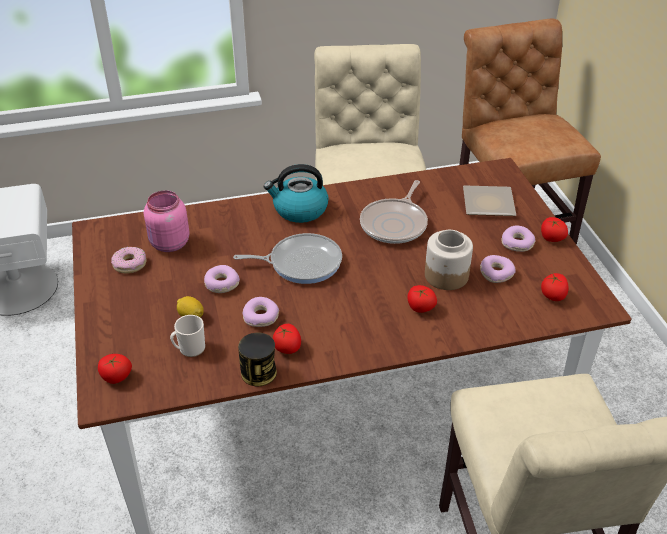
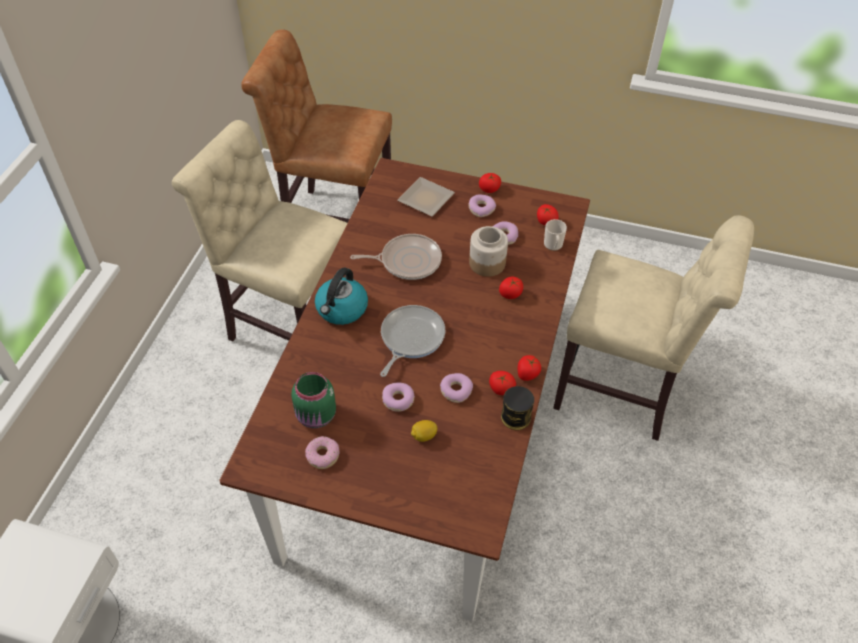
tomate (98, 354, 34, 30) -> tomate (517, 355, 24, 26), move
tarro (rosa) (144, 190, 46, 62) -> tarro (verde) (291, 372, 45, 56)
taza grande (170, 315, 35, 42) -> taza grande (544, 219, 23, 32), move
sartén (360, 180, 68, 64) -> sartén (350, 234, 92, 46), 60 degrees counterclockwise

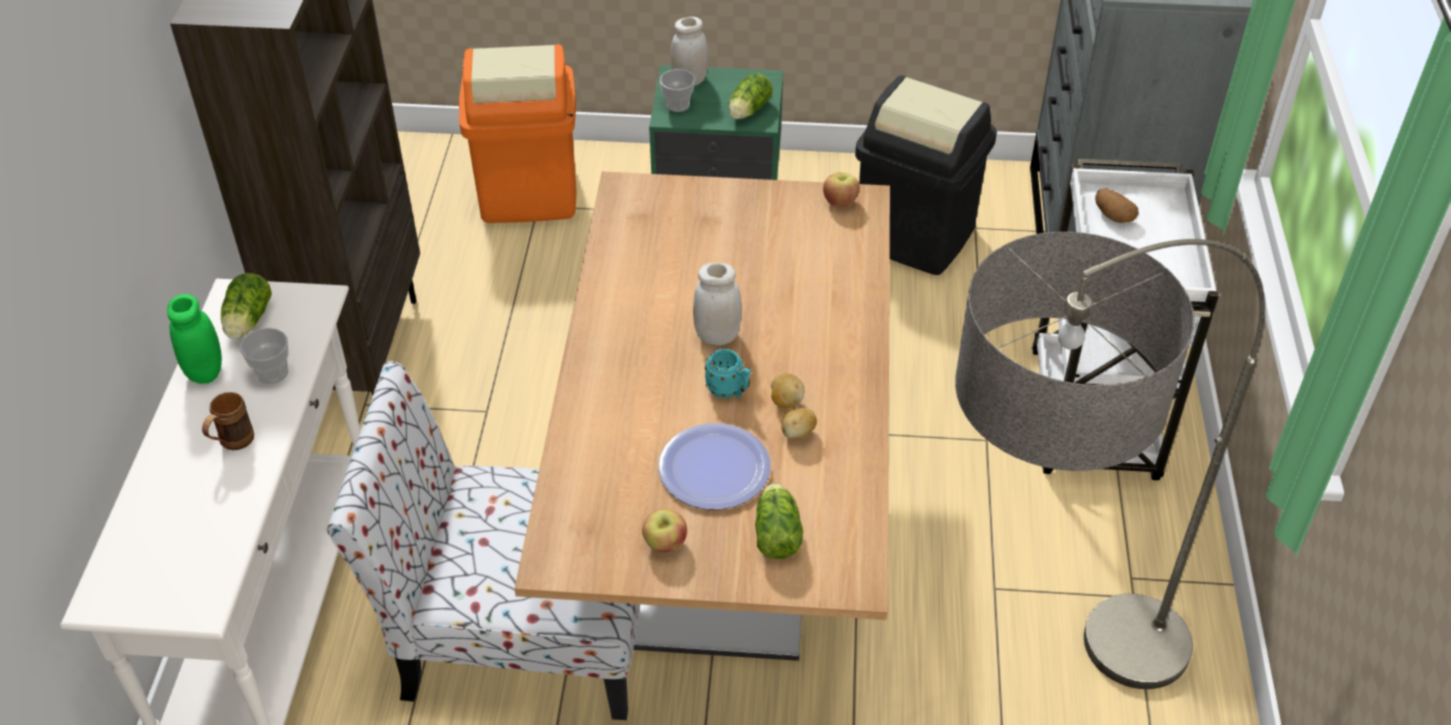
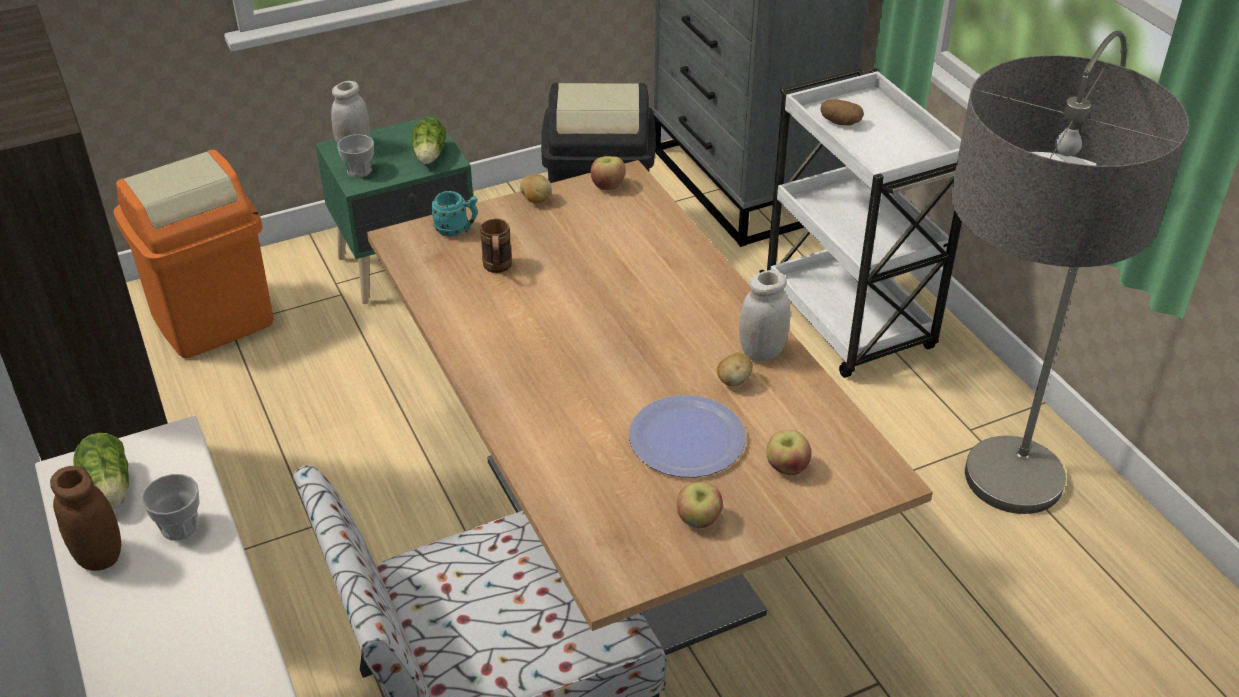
tarro (verde) (167, 294, 55, 90) -> tarro (marrón) (50, 466, 71, 105)
taza grande (marrón) (202, 392, 52, 58) -> taza grande (marrón) (480, 219, 32, 54), move
tarro (blanco) (693, 263, 48, 82) -> tarro (blanco) (739, 270, 51, 91), move
taza grande (turquesa) (705, 349, 46, 49) -> taza grande (turquesa) (431, 191, 47, 46), move
lechuga (755, 483, 48, 77) -> manzana (767, 430, 44, 45)
patata (771, 373, 33, 35) -> patata (520, 174, 32, 30), move

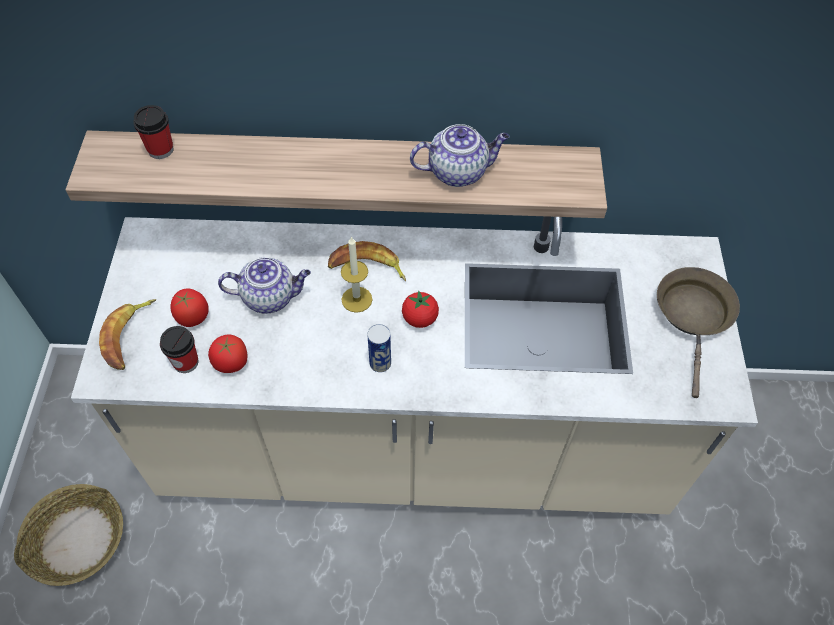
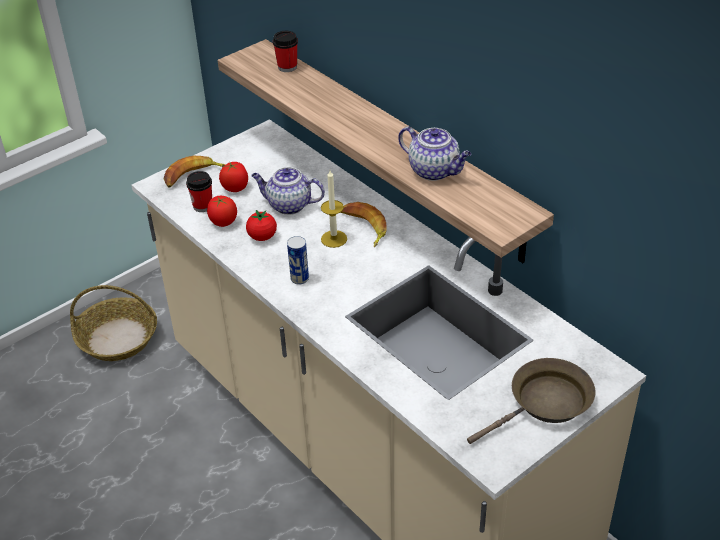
tetera (218, 257, 93, 57) -> tetera (251, 167, 74, 48), 150 degrees clockwise
tomate (402, 290, 37, 38) -> tomate (246, 210, 31, 31), move

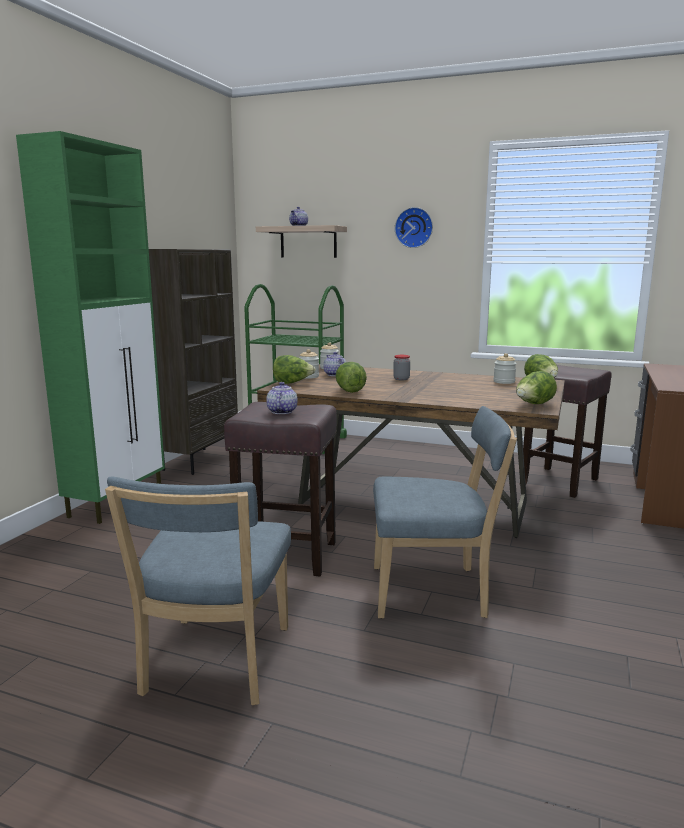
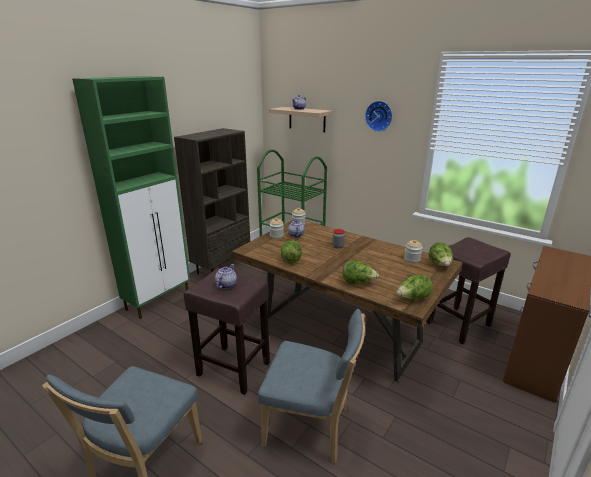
lechuga (273, 355, 43, 29) -> lechuga (343, 261, 36, 24), move

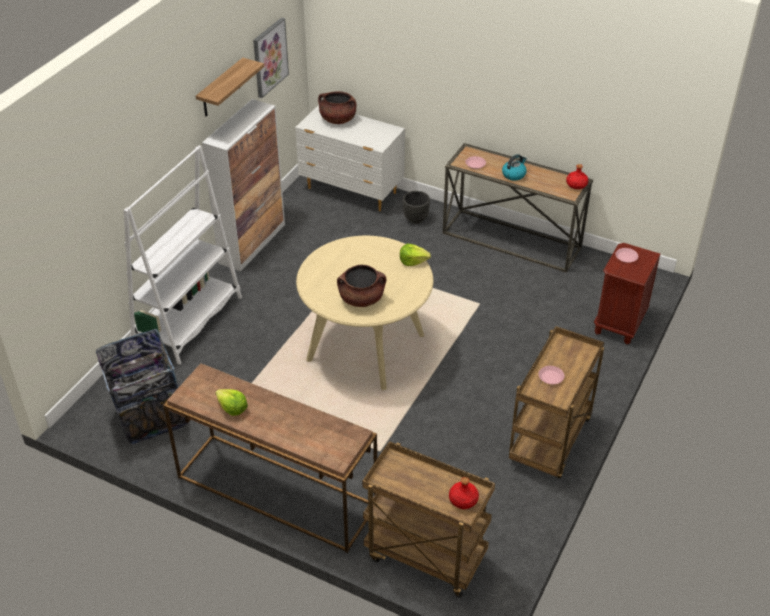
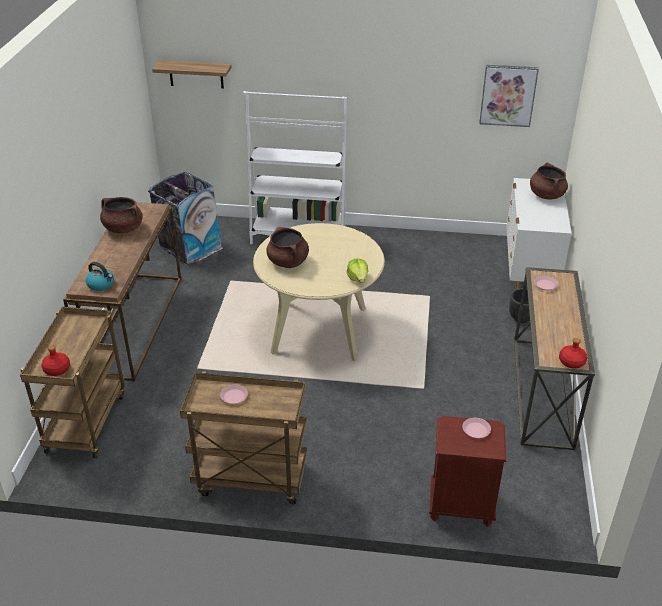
estante (196, 58, 68, 58) -> estante (152, 60, 80, 29), move
armario (202, 99, 83, 173) -> none
lechuga (215, 389, 33, 27) -> olla (marrón) (100, 197, 43, 36)
hervidor (502, 154, 25, 26) -> hervidor (85, 262, 29, 29), move

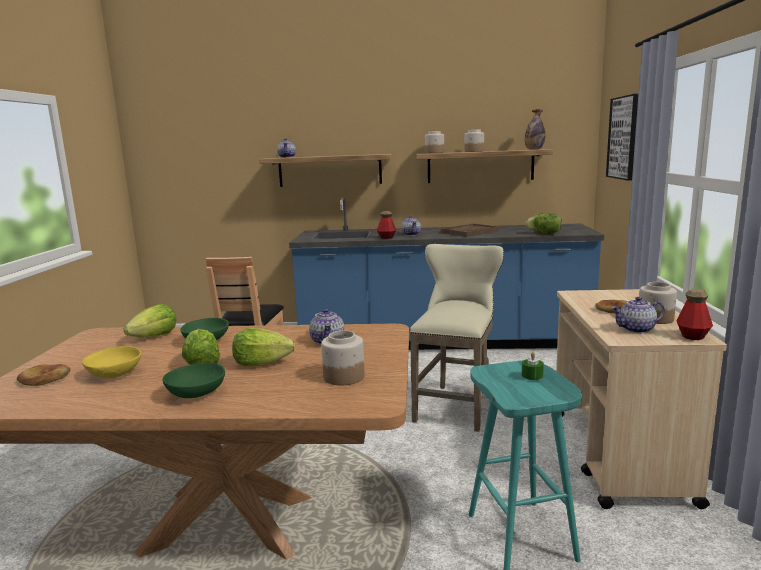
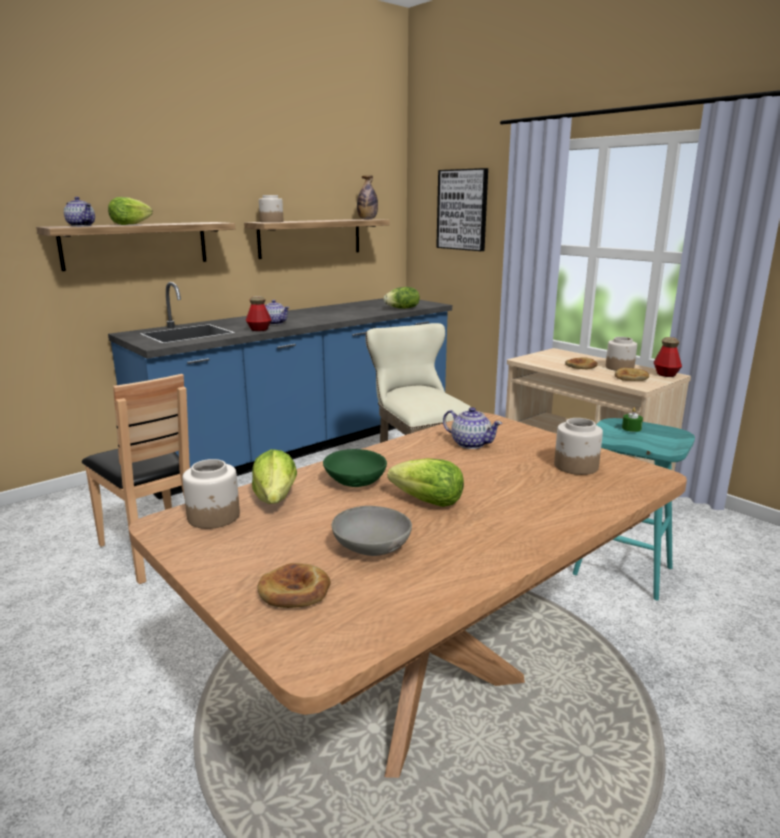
cuenco (amarillo) (82, 346, 60, 32) -> cuenco (gris) (332, 506, 80, 50)
cuenco (verde) (162, 363, 63, 35) -> none
lechuga (232, 328, 63, 38) -> lechuga (108, 197, 45, 28), move
bandeja (marrón) (441, 224, 59, 13) -> none
tarro (465, 130, 19, 22) -> tarro (182, 459, 58, 70), move
tetera (611, 297, 54, 36) -> pan (615, 367, 34, 14)

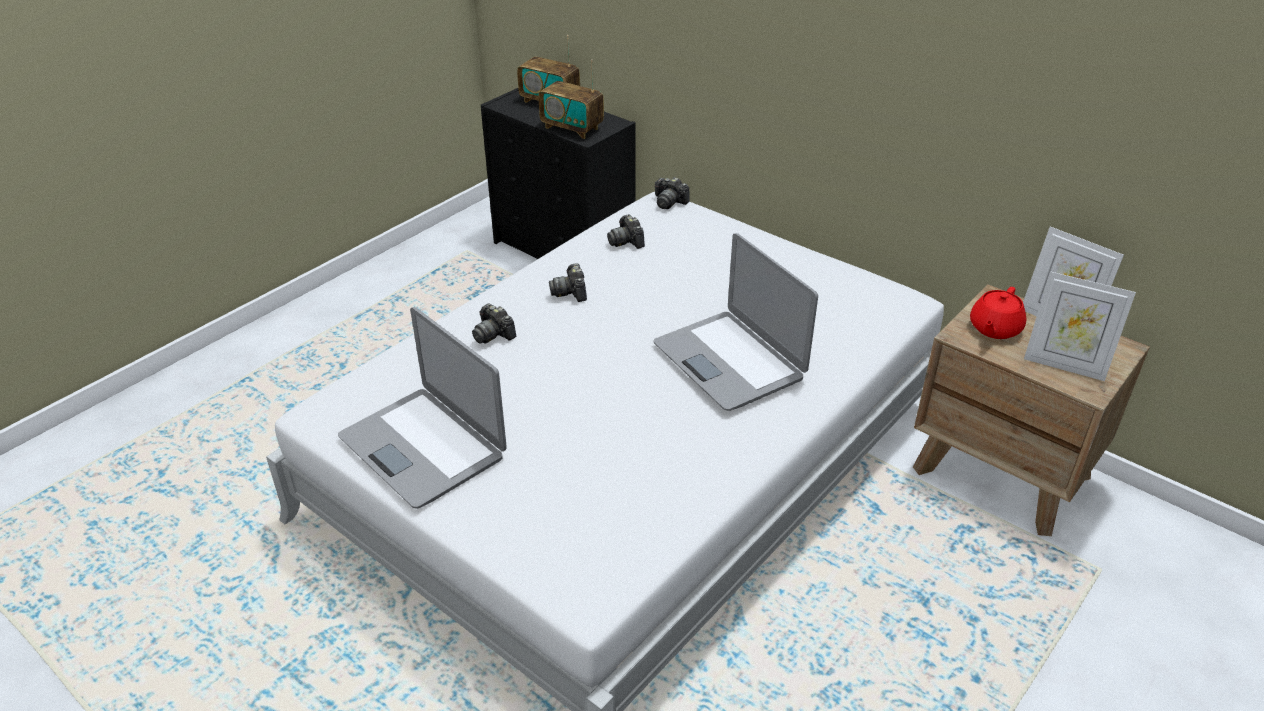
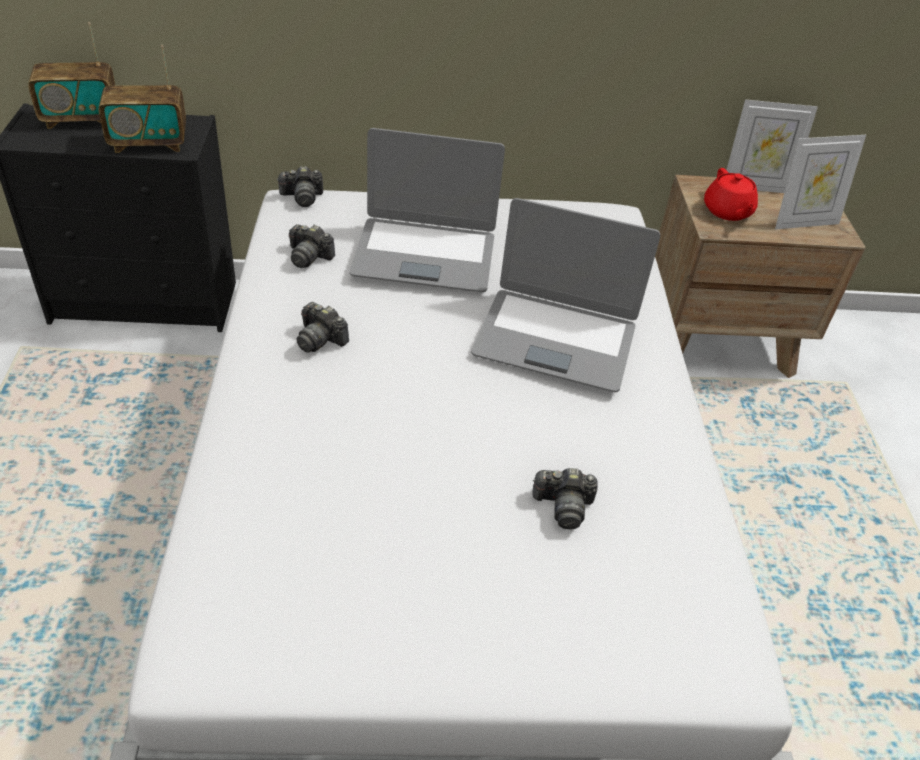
portátil (338, 307, 169, 201) -> portátil (349, 128, 156, 164), move
cámara (472, 303, 44, 41) -> cámara (532, 468, 66, 61), move

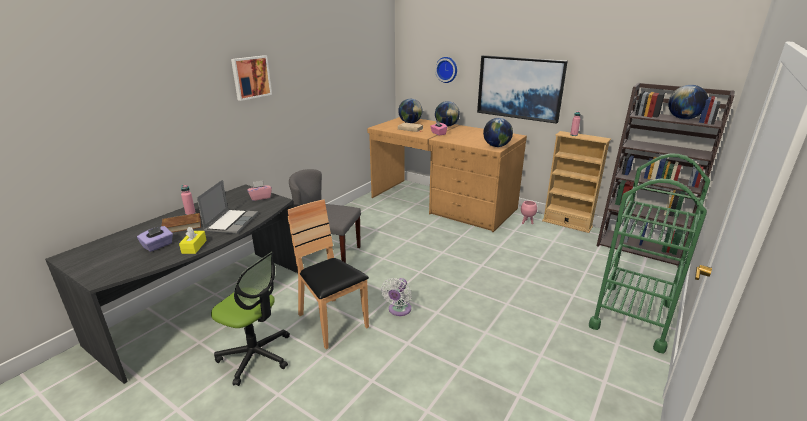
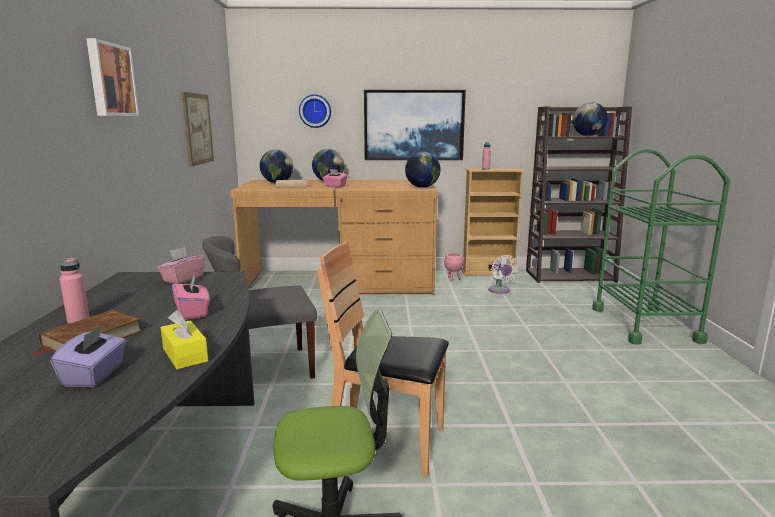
portátil (197, 180, 61, 54) -> caja de pañuelos (rosa) (172, 275, 38, 45)
ventilador (blanco) (381, 278, 31, 38) -> ventilador (blanco) (488, 255, 31, 39), move
none -> cuadro (182, 92, 32, 75)

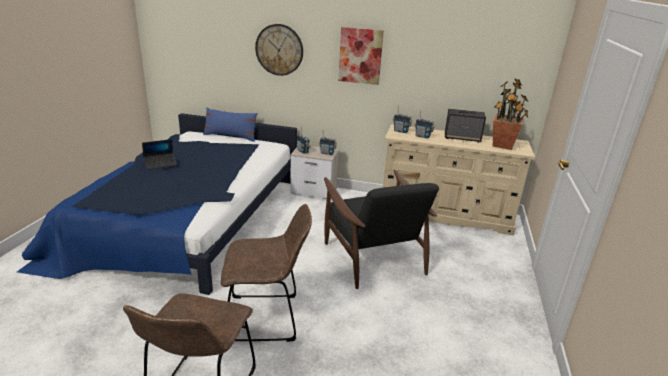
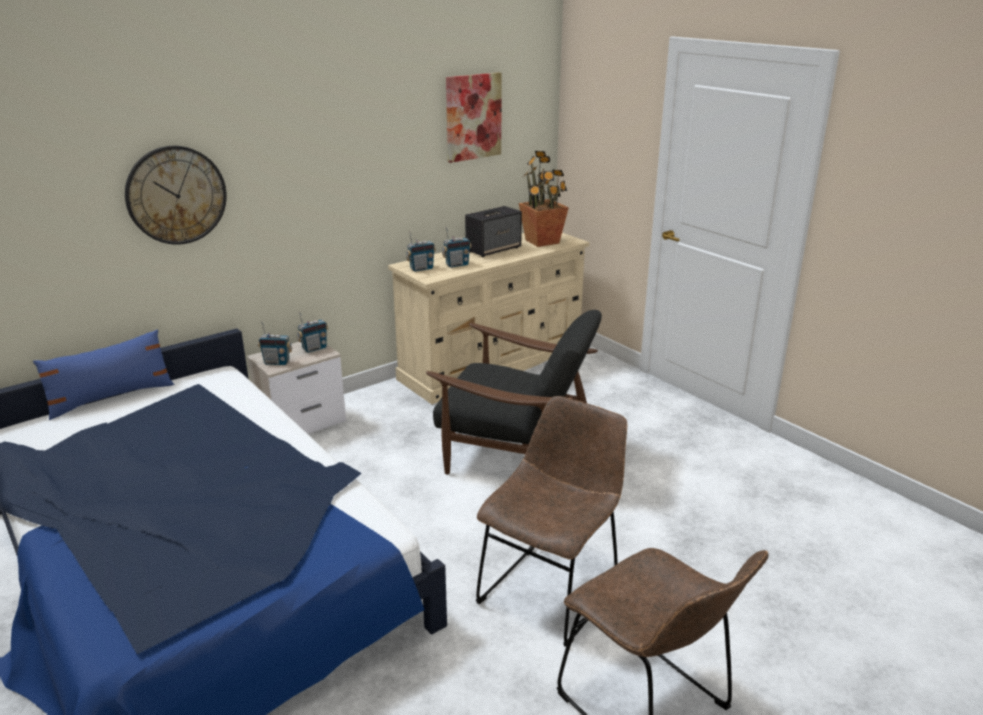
portátil (142, 139, 35, 31) -> none
cuadro (338, 27, 46, 58) -> cuadro (446, 72, 56, 91), move

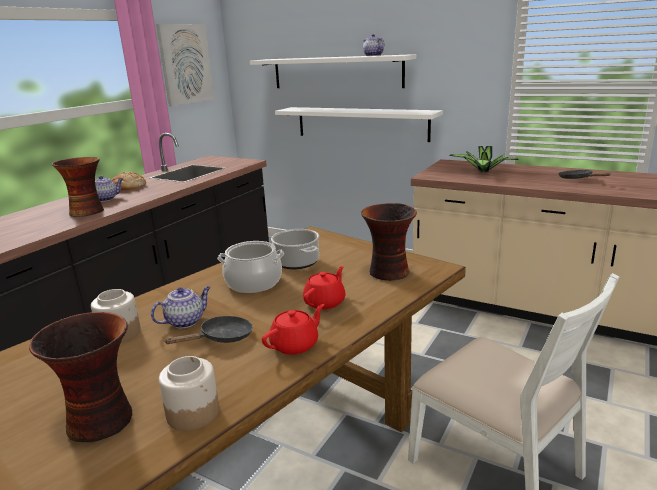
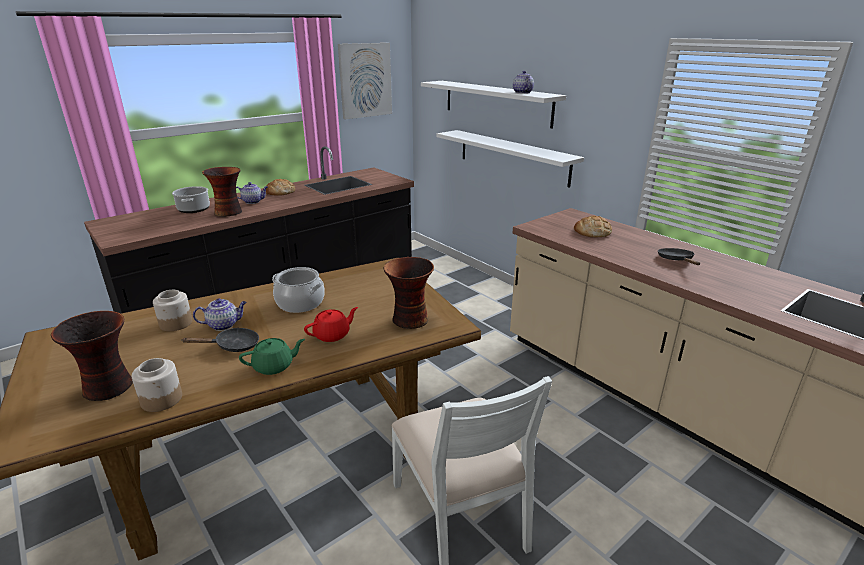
tetera (rojo) (262, 304, 62, 51) -> tetera (verde) (239, 338, 66, 37)
olla (271, 229, 48, 40) -> olla (172, 186, 38, 27), move
planta en maceta (449, 146, 70, 26) -> pan (574, 216, 38, 21)

